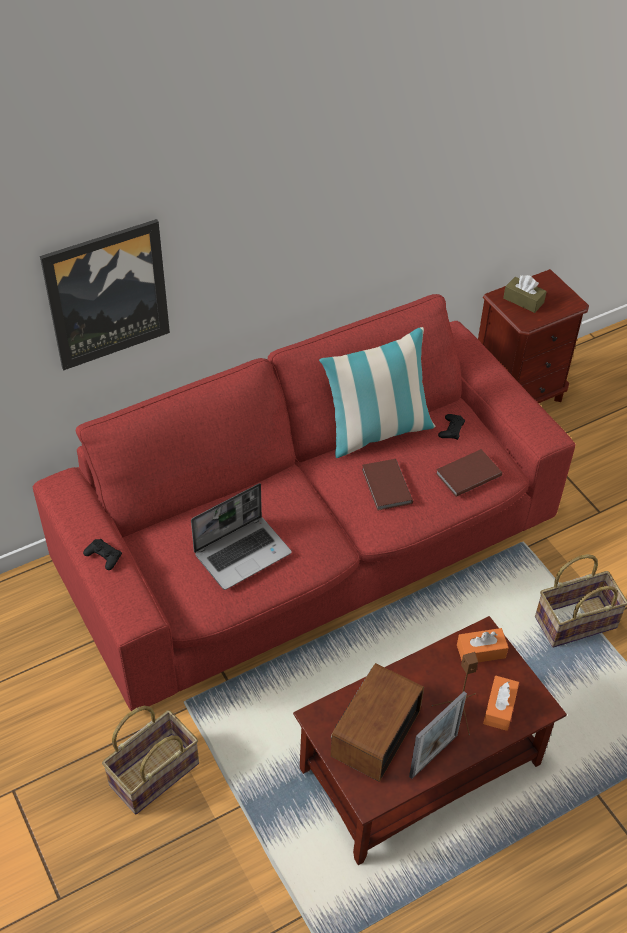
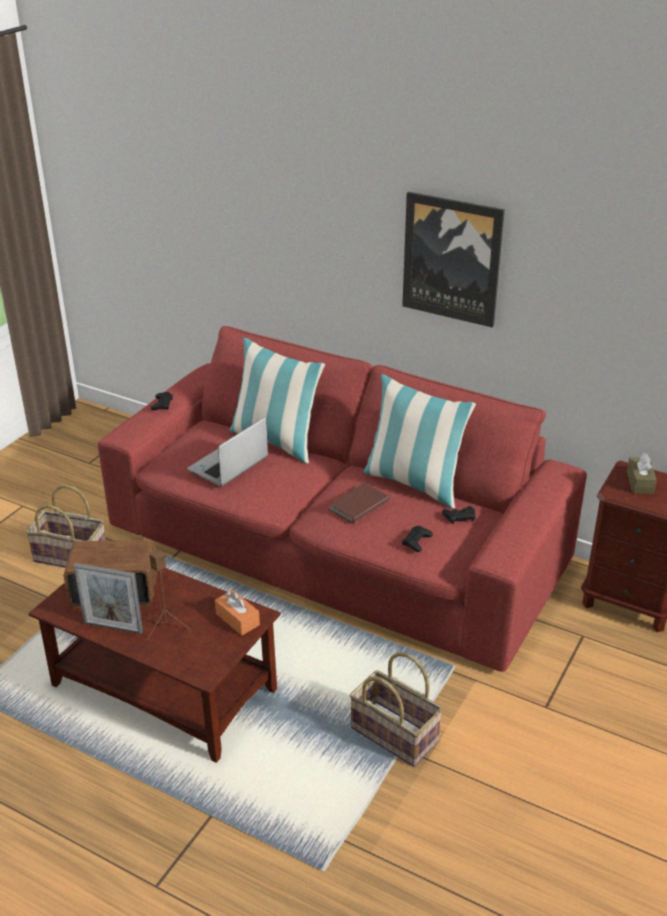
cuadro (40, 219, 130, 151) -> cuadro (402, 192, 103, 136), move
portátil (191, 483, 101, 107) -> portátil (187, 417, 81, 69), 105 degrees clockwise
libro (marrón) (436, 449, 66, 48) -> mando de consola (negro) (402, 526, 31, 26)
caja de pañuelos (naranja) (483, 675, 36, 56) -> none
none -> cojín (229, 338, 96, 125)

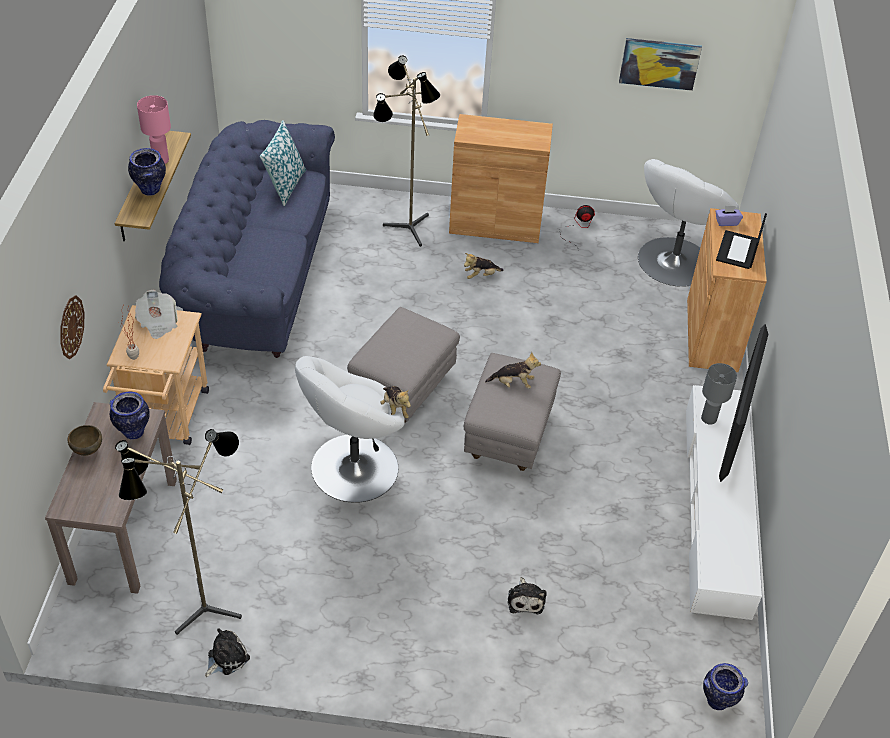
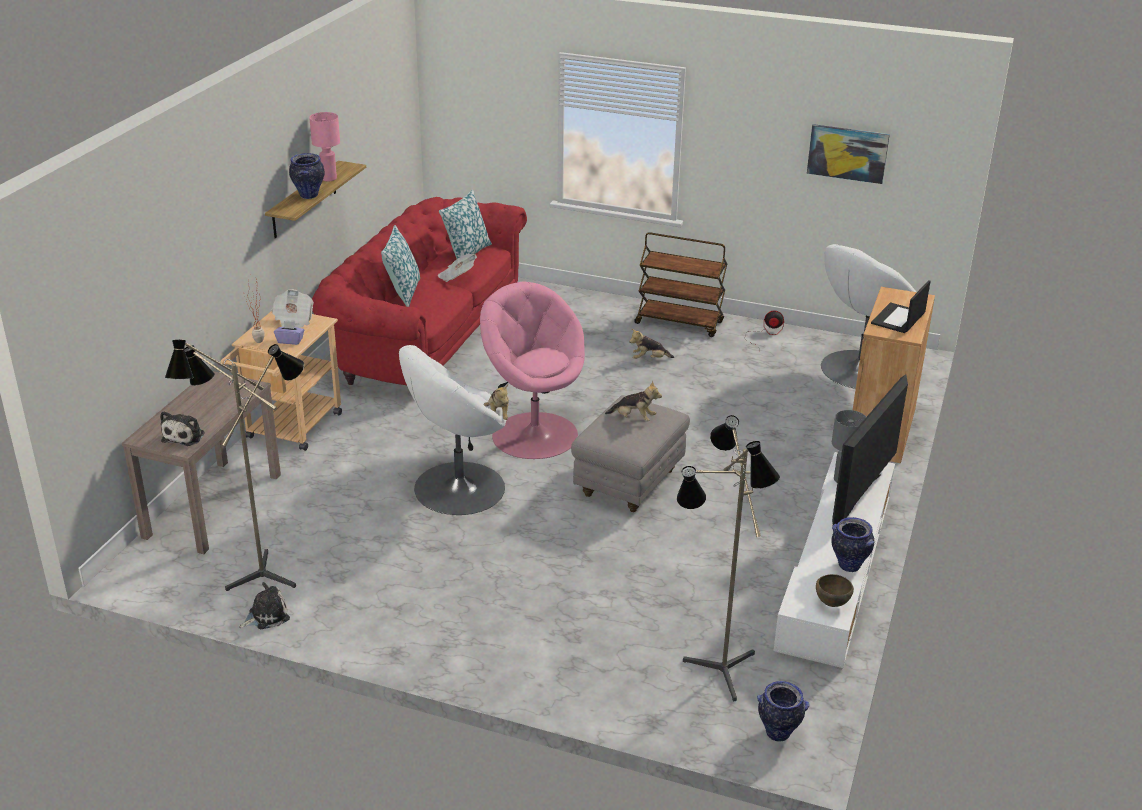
reloj de pared (60, 295, 24, 64) -> none
cuenco (marrón) (68, 425, 34, 31) -> cuenco (marrón) (816, 574, 38, 33), move
florero (110, 391, 40, 49) -> florero (831, 517, 43, 55), move
sofá (azul) (159, 120, 176, 238) -> sofá (rojo) (312, 197, 215, 188)
puf (gris) (347, 307, 113, 116) -> sillón (rosa) (480, 282, 105, 177)
lámpara de pie (373, 56, 67, 191) -> lámpara de pie (677, 415, 103, 286), move
armario (marrón) (449, 114, 104, 129) -> carrito (marrón) (634, 232, 93, 105)
peluche (508, 577, 39, 37) -> peluche (160, 411, 45, 35), move
caja de pañuelos (morado) (715, 206, 28, 20) -> caja de pañuelos (morado) (274, 321, 30, 24), move
none -> cojín (381, 225, 39, 82)
none -> periódico (438, 253, 39, 29)

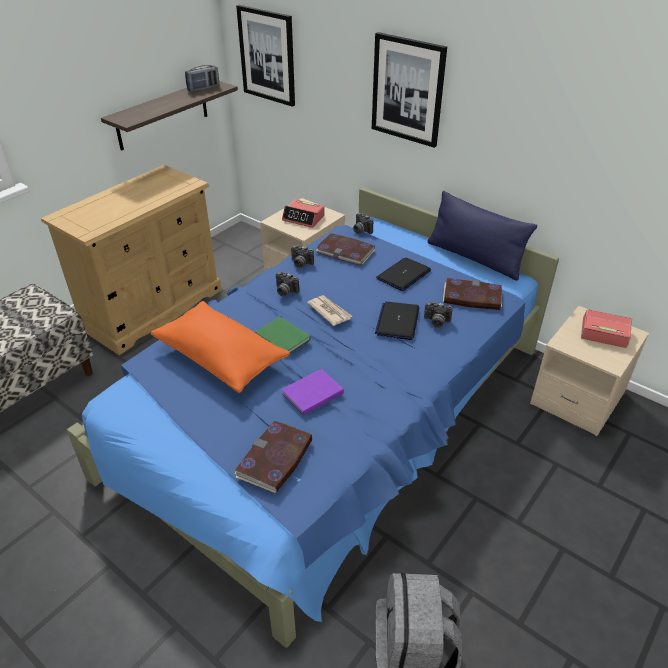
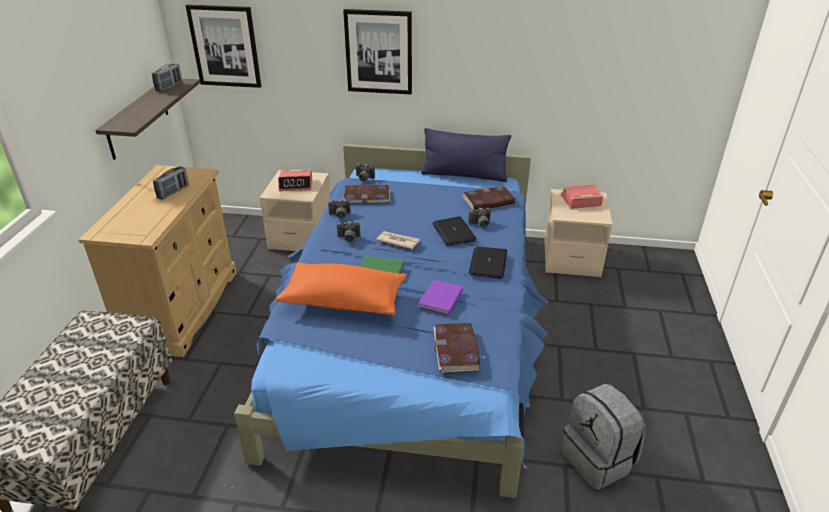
portátil (376, 257, 55, 34) -> portátil (468, 247, 39, 32), move
none -> radio (153, 166, 36, 34)

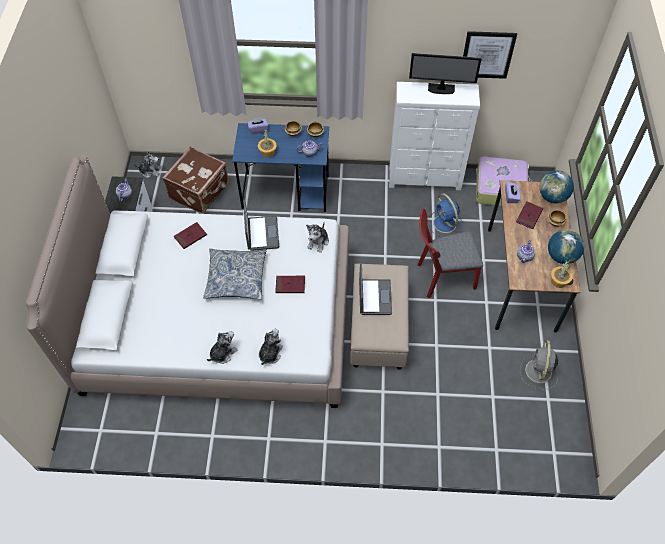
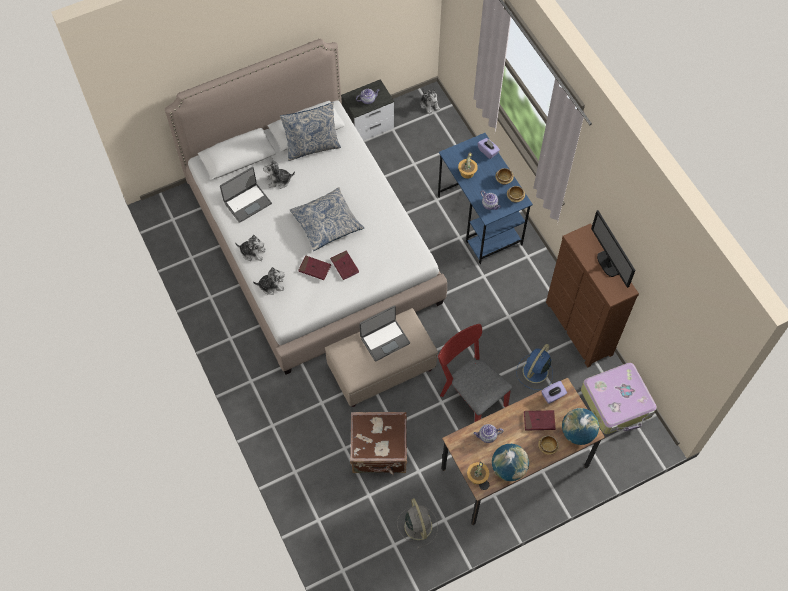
maleta (marrón) (163, 146, 66, 68) -> maleta (marrón) (350, 412, 57, 63), move
libro (rojo) (174, 222, 33, 27) -> libro (rojo) (298, 256, 33, 24), move
portátil (243, 200, 36, 51) -> portátil (220, 167, 52, 56), move
peluche (306, 223, 23, 30) -> peluche (263, 157, 32, 32), move
cómoda (blanco) (389, 82, 91, 108) -> cómoda (marrón) (546, 223, 93, 144)
cuadro (463, 31, 54, 48) -> none
ventilador (gris) (520, 340, 38, 50) -> ventilador (gris) (397, 498, 41, 51), 90 degrees clockwise
none -> cojín (280, 102, 61, 59)

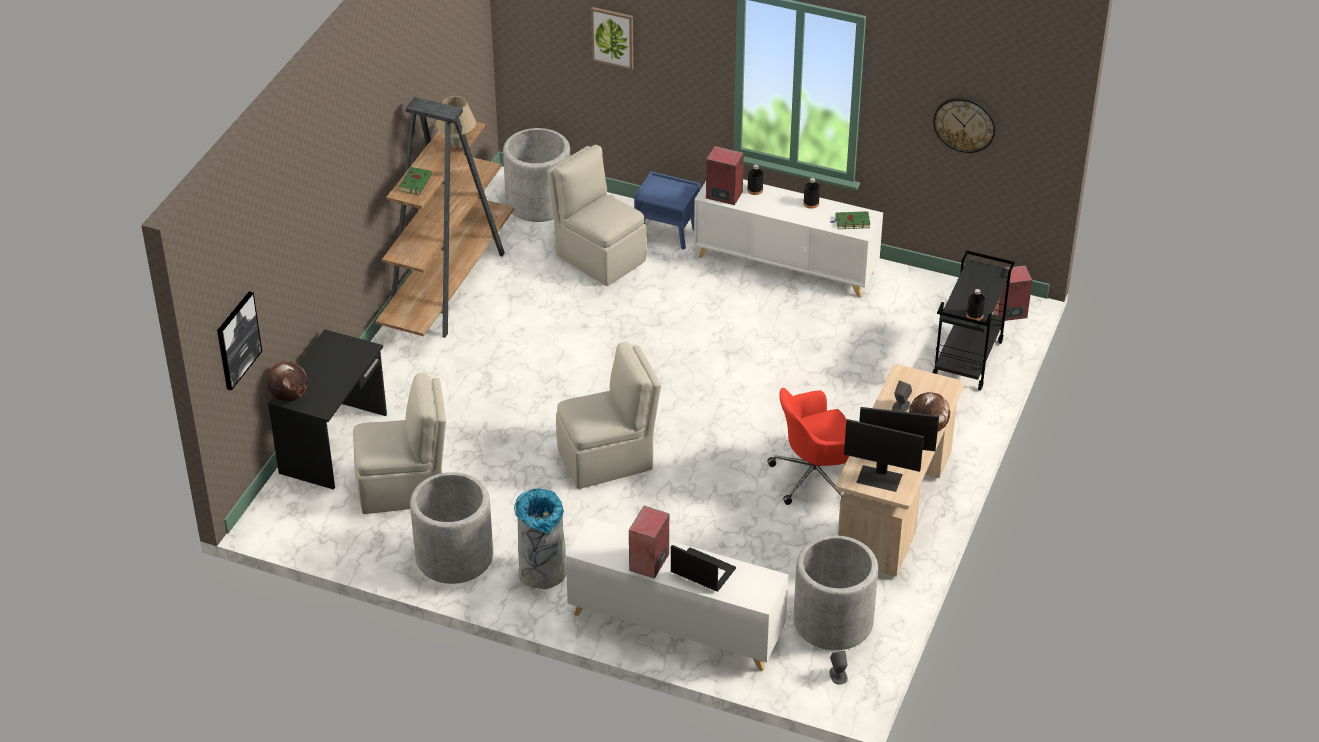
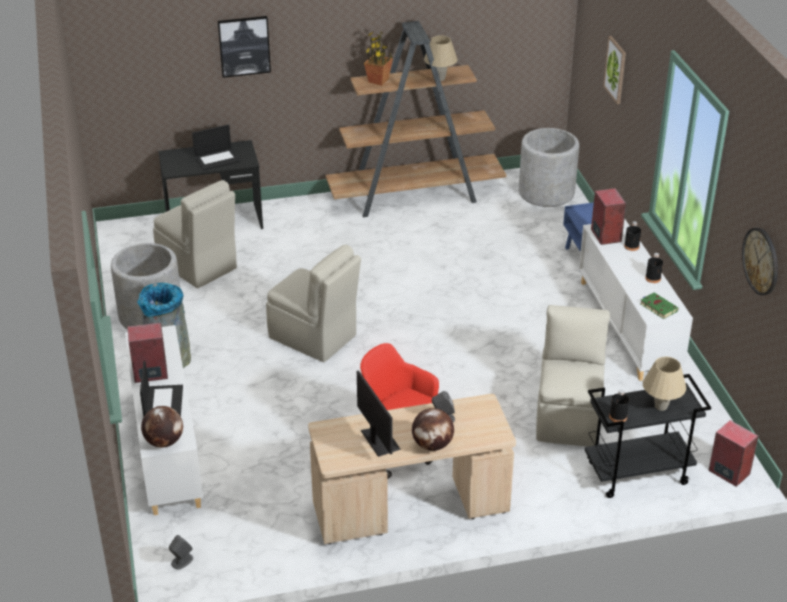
cuadro (217, 292, 45, 99) -> cuadro (218, 16, 53, 62), move
globo terráqueo (267, 361, 40, 41) -> globo terráqueo (141, 406, 42, 42), move
libro (verde) (399, 167, 33, 28) -> planta en maceta (364, 30, 29, 56)
silla (beis) (547, 145, 100, 141) -> silla (beis) (536, 305, 74, 141), move
maceta (gris) (793, 535, 85, 115) -> none
monitor (844, 419, 80, 73) -> none
none -> portátil (192, 124, 49, 47)
none -> lámpara de mesa (beis) (643, 356, 43, 55)

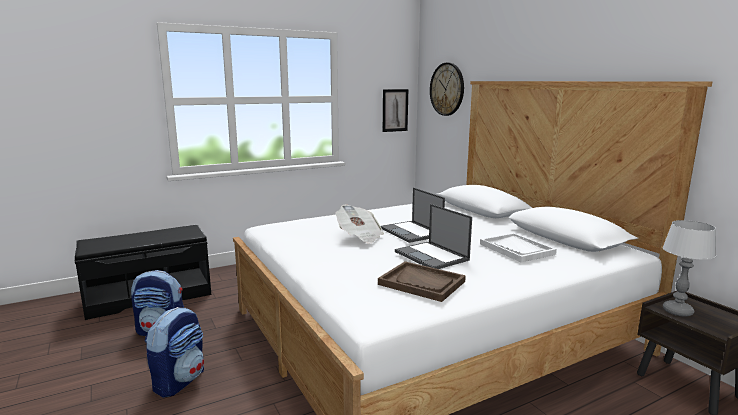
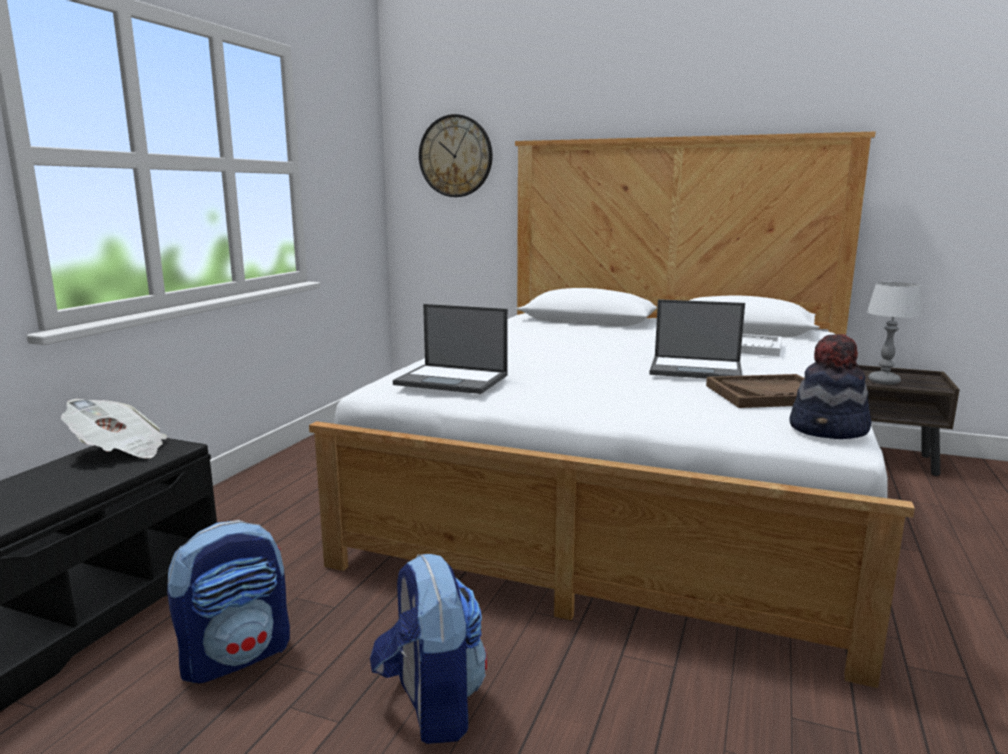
periódico (335, 205, 49, 39) -> periódico (61, 399, 106, 59), move
portátil (381, 188, 64, 55) -> portátil (393, 304, 115, 90), move
cuadro (383, 89, 25, 43) -> none
none -> sombrero (789, 334, 82, 105)

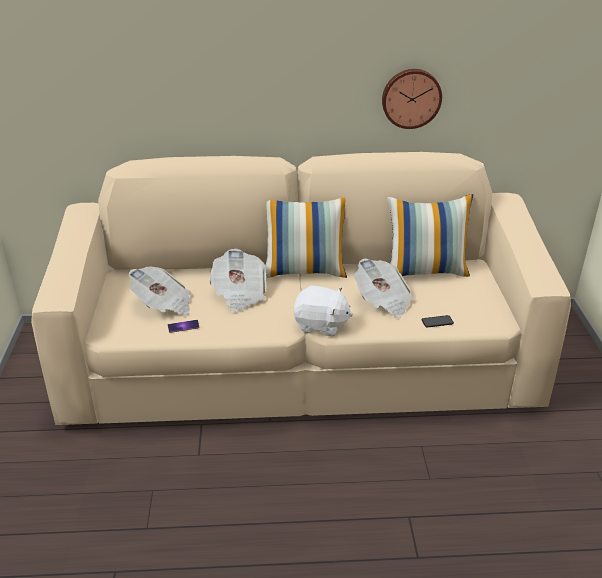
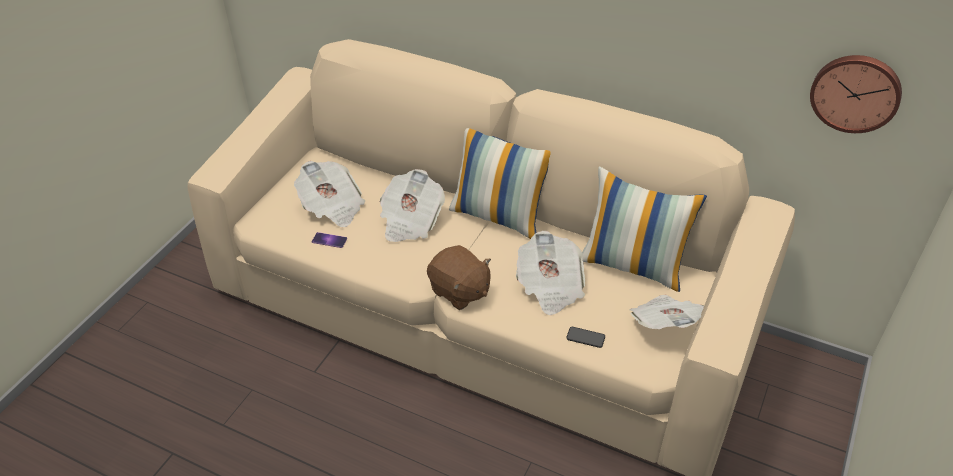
peluche (blanco) (294, 286, 59, 50) -> peluche (marrón) (427, 245, 64, 65)
reloj de pared (382, 69, 60, 60) -> reloj de pared (810, 55, 92, 78), move
none -> periódico (629, 295, 75, 34)

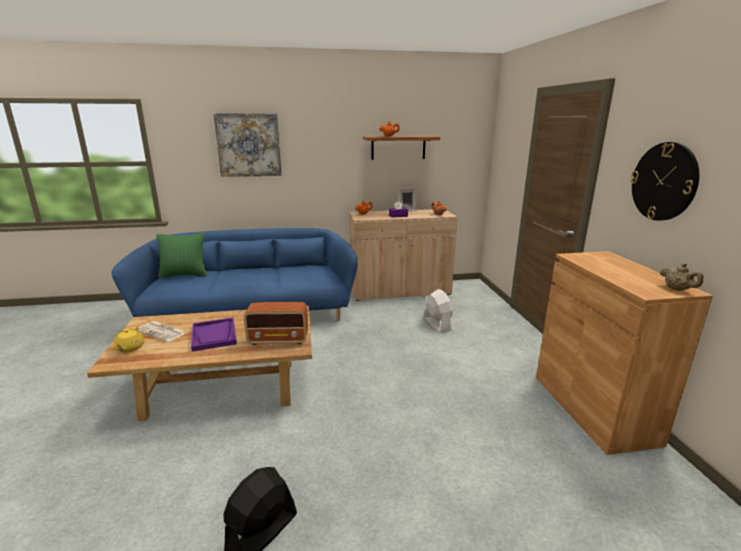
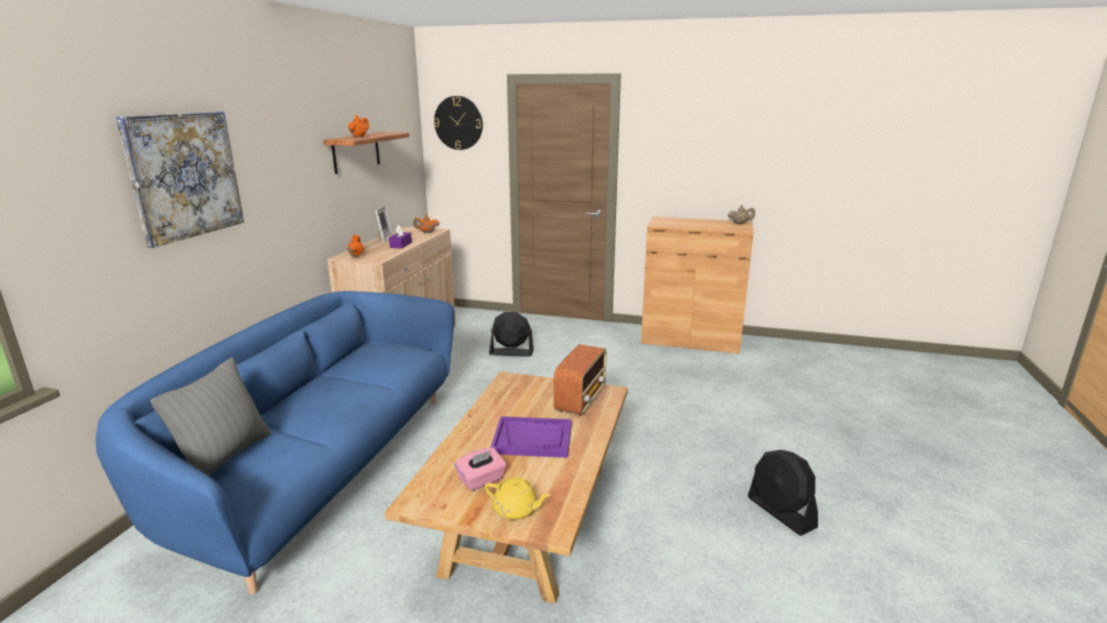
periódico (138, 321, 49, 21) -> caja de pañuelos (rosa) (454, 447, 52, 44)
cojín (verde) (156, 233, 51, 45) -> cojín (gris) (150, 357, 121, 119)
ventilador (blanco) (424, 289, 29, 44) -> ventilador (negro) (489, 312, 45, 45)
reloj de pared (630, 142, 69, 79) -> reloj de pared (434, 96, 49, 54), move

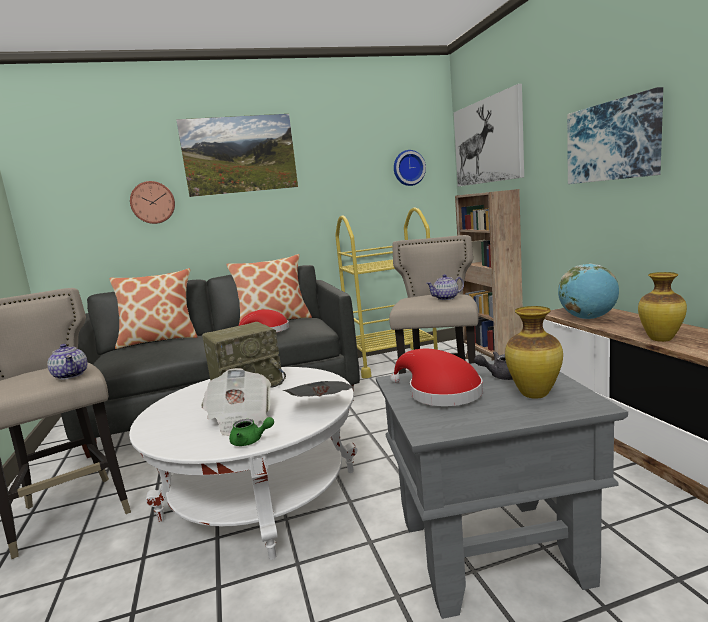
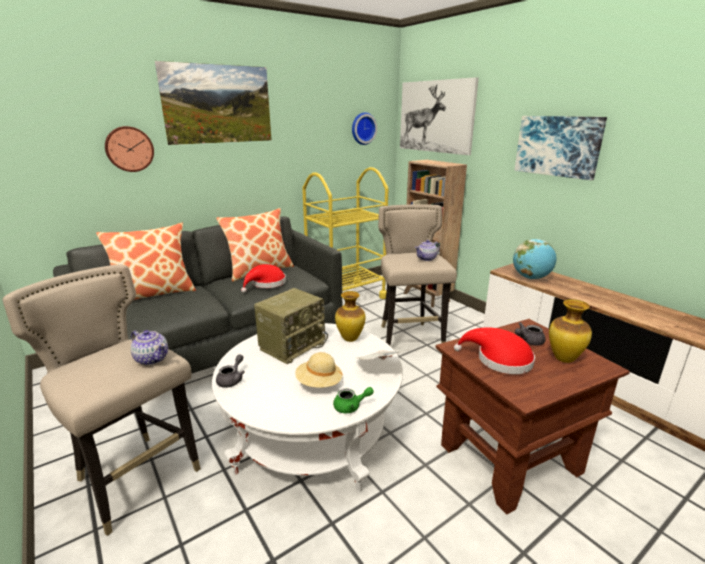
periódico (201, 368, 70, 68) -> sombrero (beis) (295, 352, 48, 36)
mesa auxiliar (gris) (376, 360, 252, 259) -> mesa auxiliar (marrón) (436, 319, 194, 196)
florero (638, 272, 49, 70) -> florero (335, 291, 30, 51), move
none -> tetera (gris) (216, 354, 29, 34)

